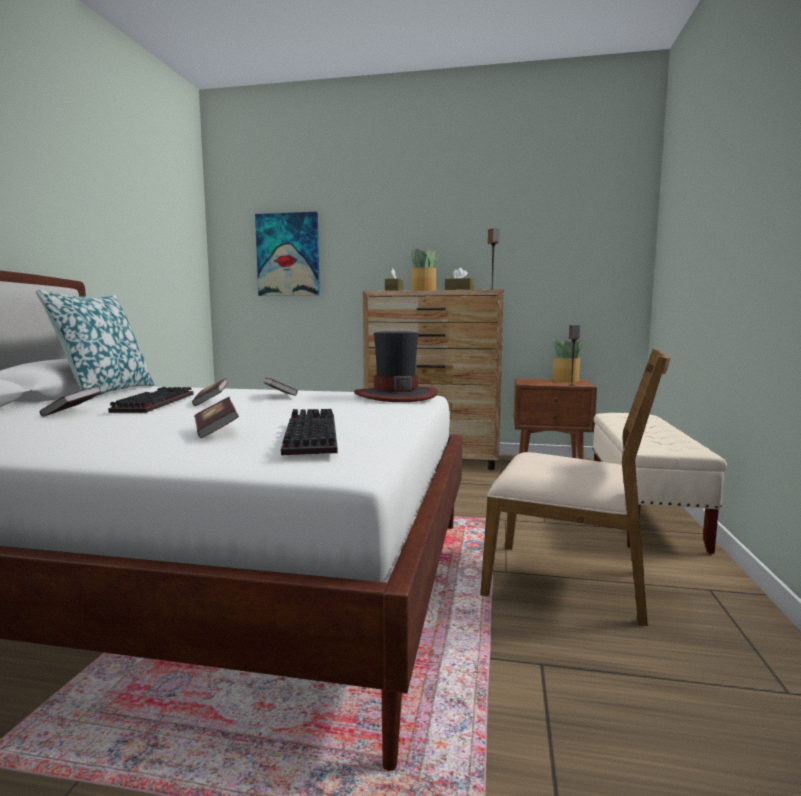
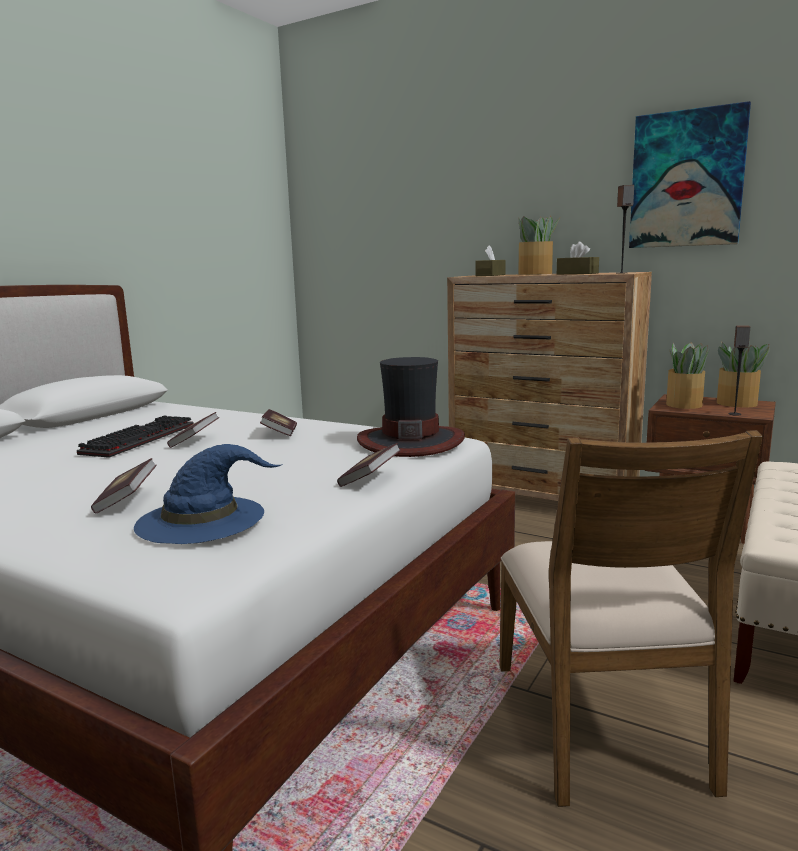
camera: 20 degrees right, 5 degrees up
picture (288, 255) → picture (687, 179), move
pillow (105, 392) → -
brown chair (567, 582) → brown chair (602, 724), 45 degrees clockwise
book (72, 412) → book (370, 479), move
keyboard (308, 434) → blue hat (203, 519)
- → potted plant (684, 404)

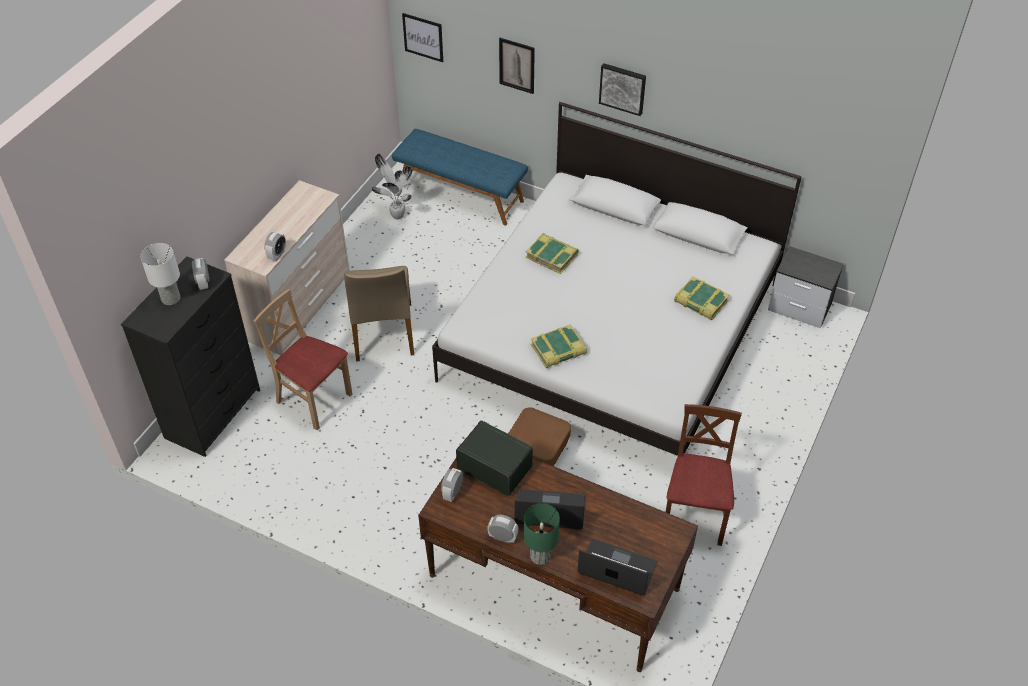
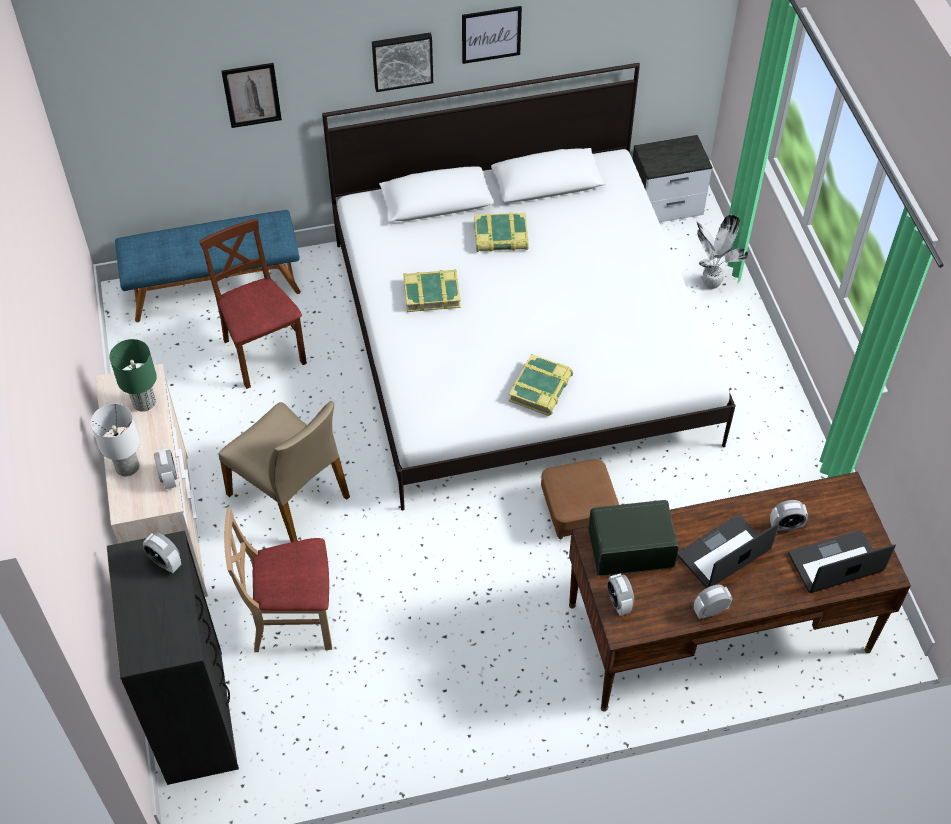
camera: 40 degrees left, 5 degrees up
picture (423, 37) → picture (491, 34), move
potted plant (396, 215) → potted plant (709, 284), move
white table lamp (170, 299) → white table lamp (127, 467), move
book (700, 302) → book (501, 237), move
brown chair (694, 515) → brown chair (263, 353), move
green table lamp (541, 556) → green table lamp (144, 402), move
- → alarm clock (785, 526)

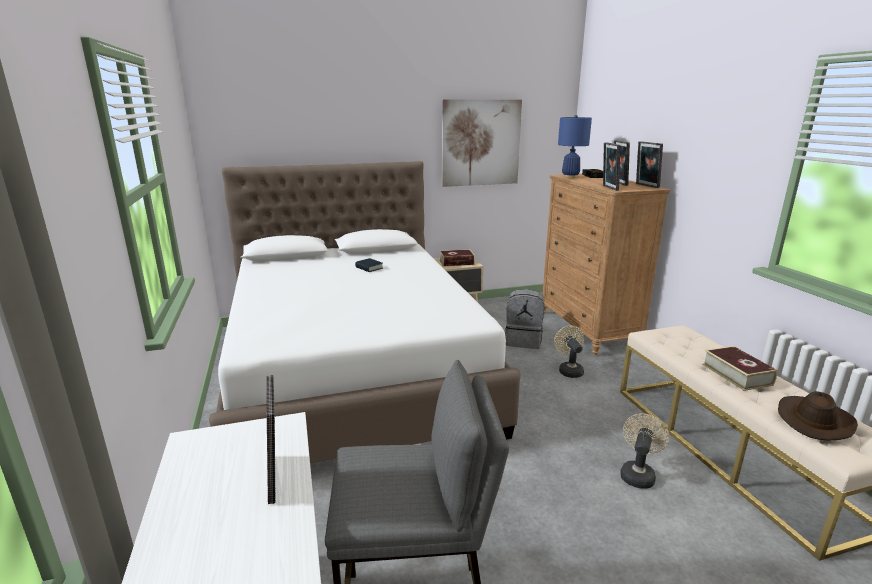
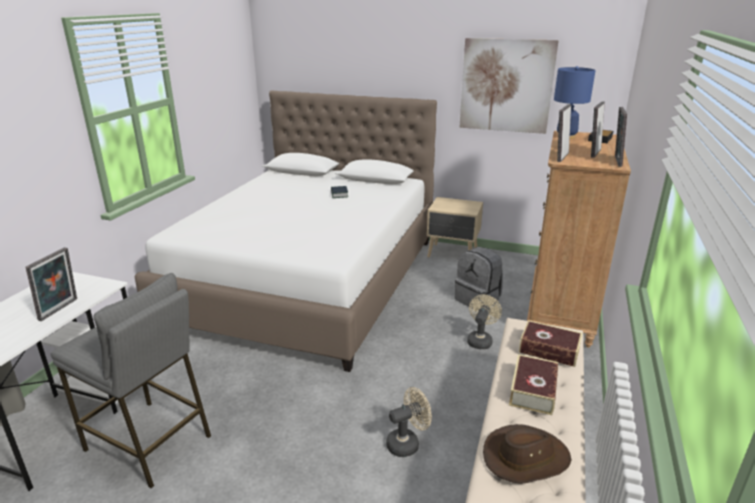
camera: 35 degrees right, 5 degrees up
book (456, 262) → book (549, 349), move

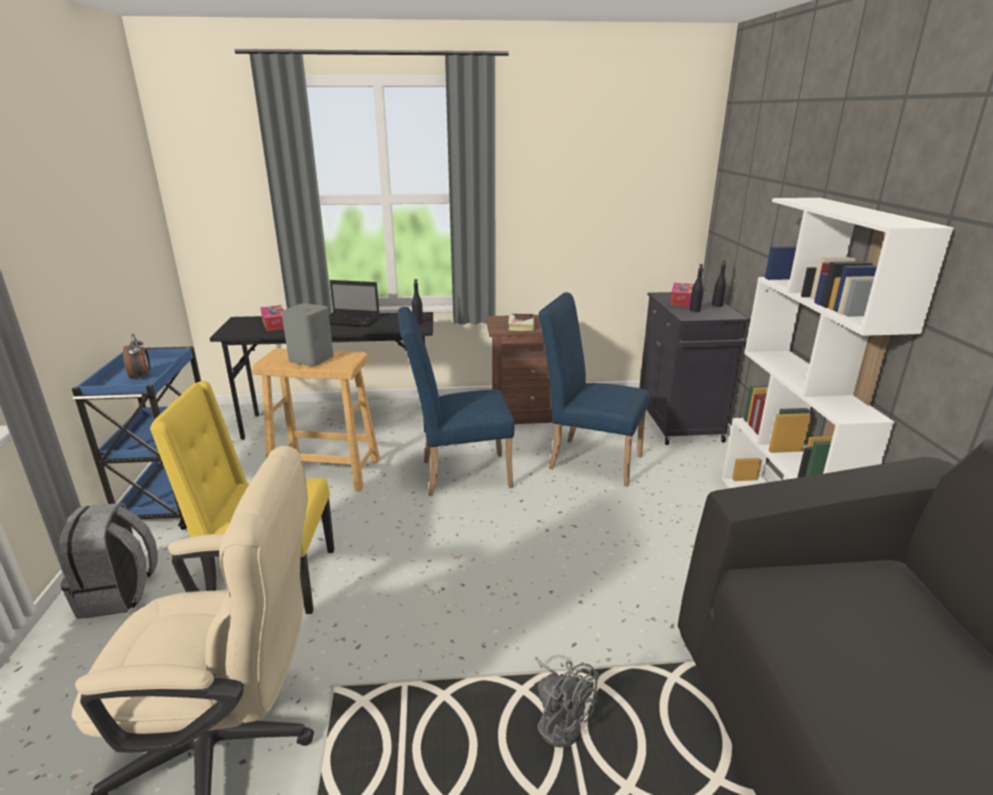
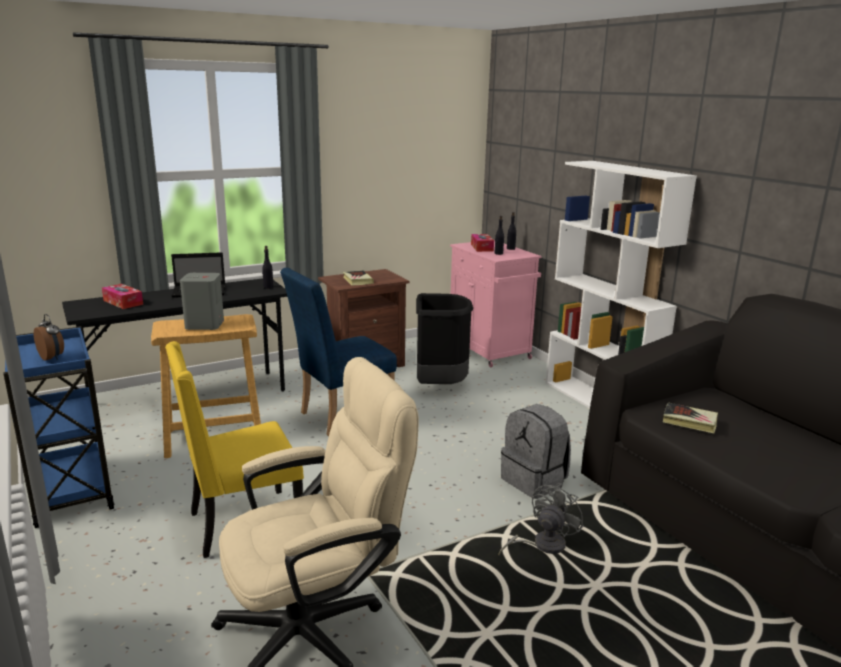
camera: 25 degrees left, 5 degrees down
black cabinet (679, 423) → pink cabinet (490, 351)
blue chair (588, 459) → black trash can (439, 387)
grey backpack (120, 593) → grey backpack (534, 481), move
grey fan (559, 720) → grey fan (542, 545), 75 degrees counterclockwise
- → book (689, 421)

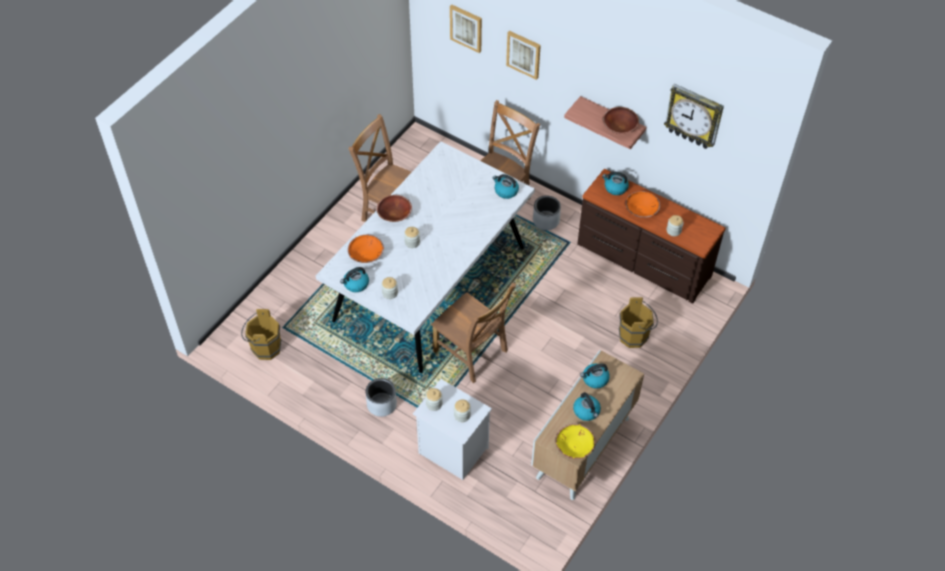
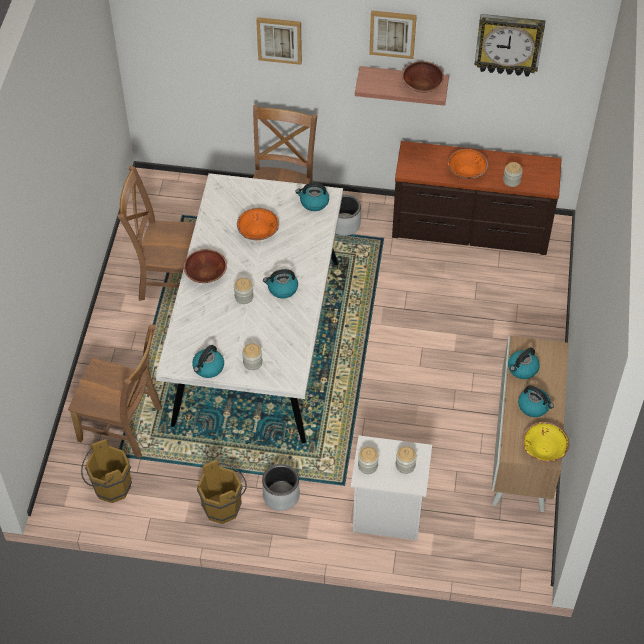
camera: 25 degrees left, 0 degrees up
picture (466, 28) → picture (392, 33), move
kettle (615, 188) → kettle (282, 289), move
orange bowl (366, 255) → orange bowl (258, 232), move
brown chair (472, 353) → brown chair (123, 426), move
brown bucket (635, 336) → brown bucket (225, 506), move

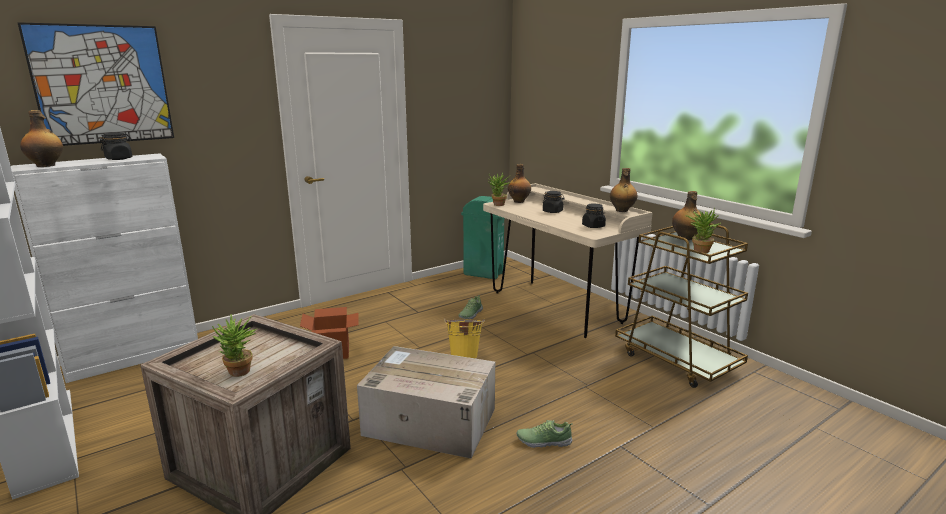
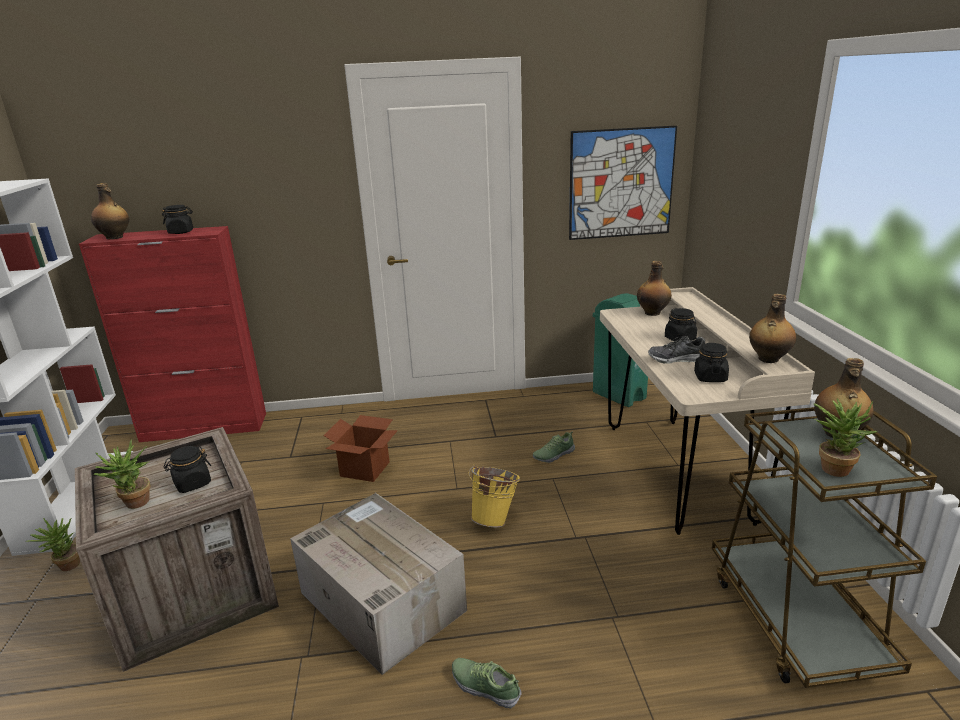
camera: 30 degrees right, 5 degrees up
picture (102, 85) → picture (621, 183), move
white cabinet (135, 357) → red cabinet (205, 427)
potted plant (498, 205) → potted plant (65, 567), move
- → shoe (677, 359)
- → black jar (192, 484)

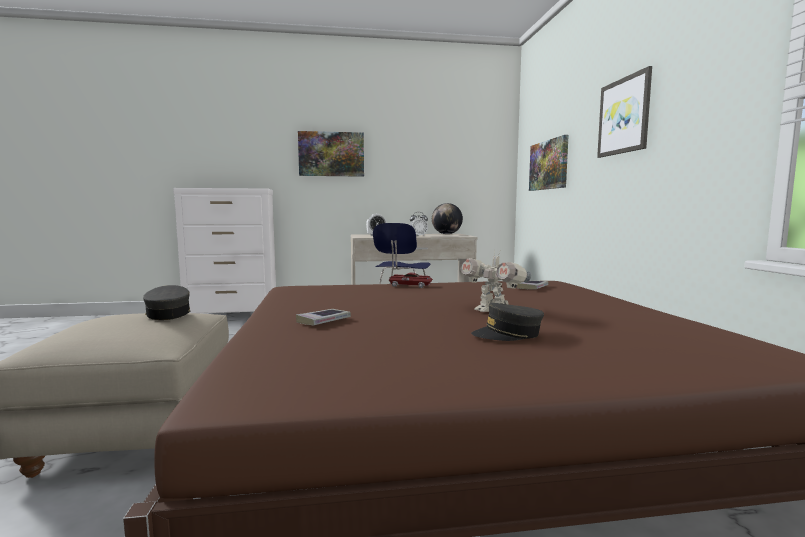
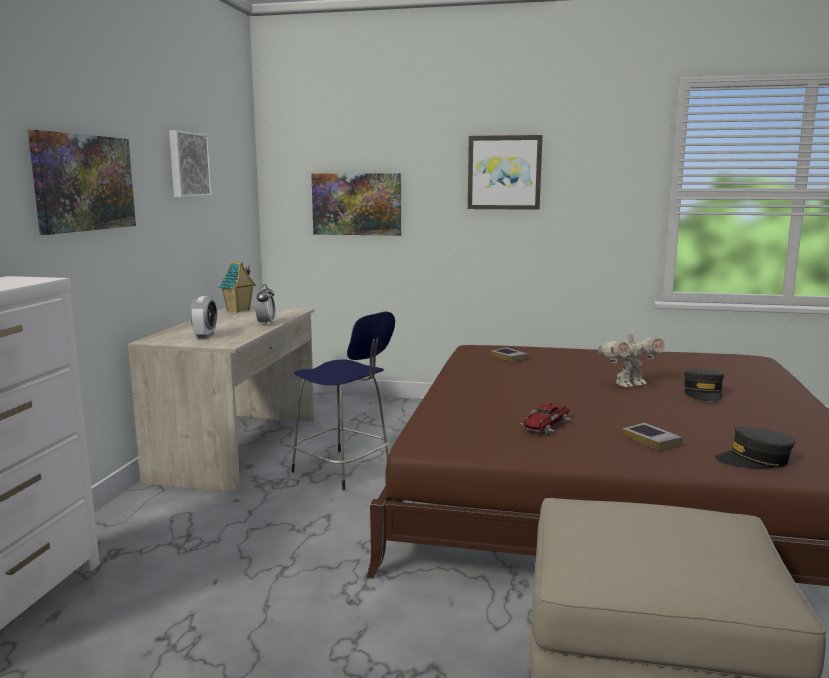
camera: 70 degrees left, 5 degrees up
globe (446, 234) → toy house (238, 310)
toy car (409, 285) → toy car (546, 425), move
grey cap (168, 314) → grey cap (754, 460), move
- → picture (188, 164)

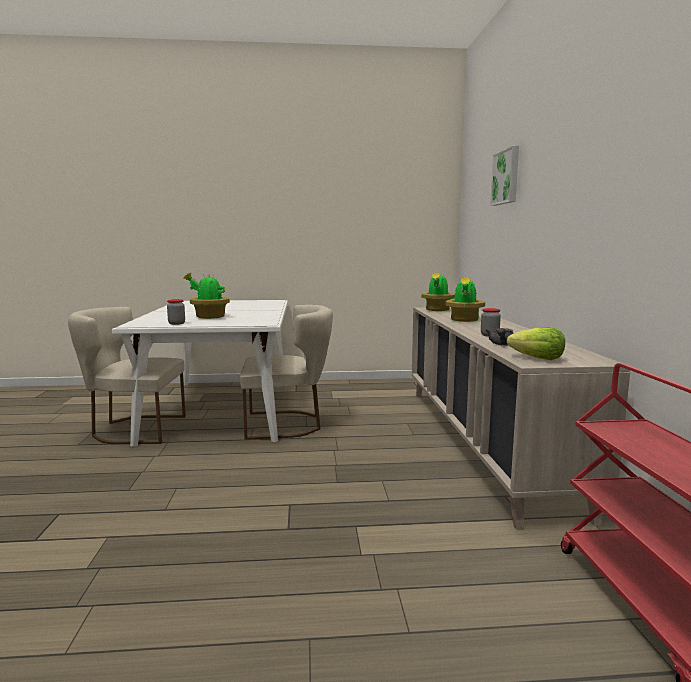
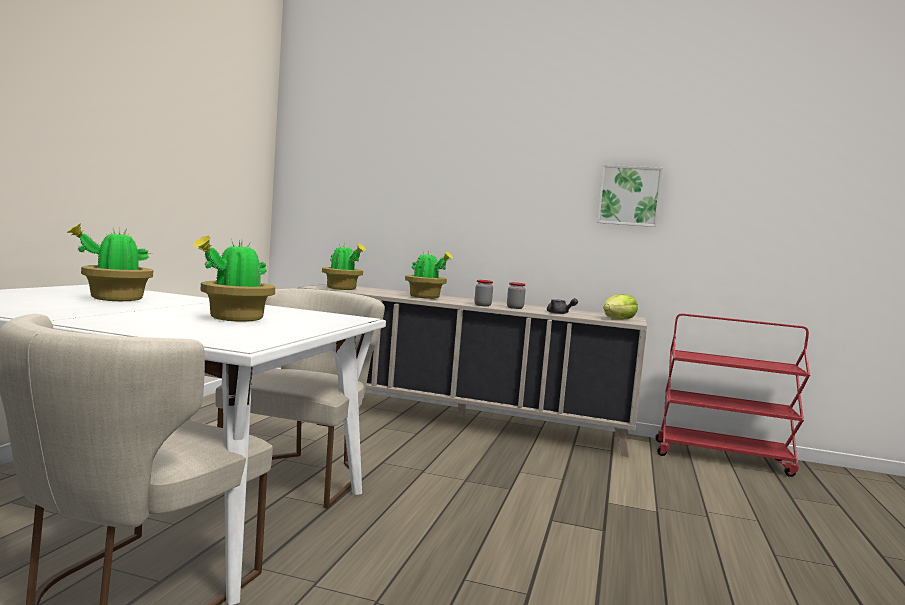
camera: 70 degrees left, 5 degrees down
picture (506, 177) → picture (629, 196), move
jar (176, 323) → jar (482, 305), move
- → potted plant (114, 299)

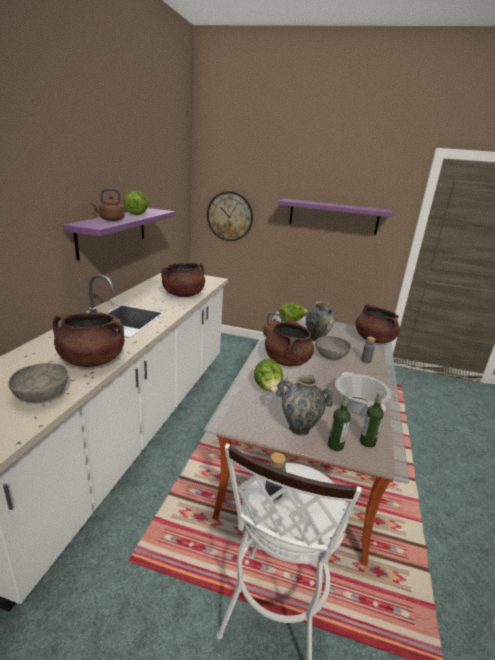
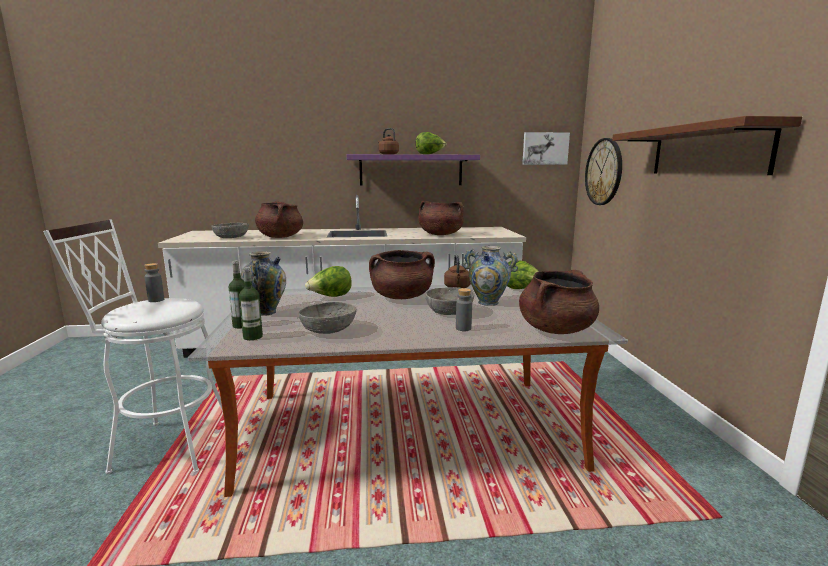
camera: 70 degrees right, 10 degrees down
purple shelf (333, 216) → brown shelf (707, 151)
cooking pot (358, 405) → grey bowl (329, 330)
- → picture (545, 148)

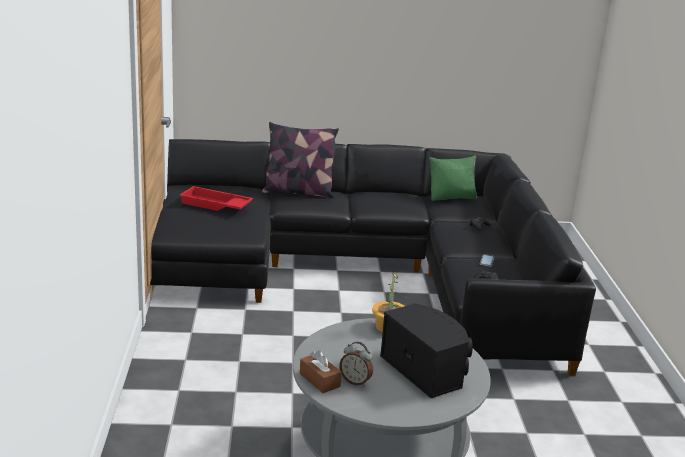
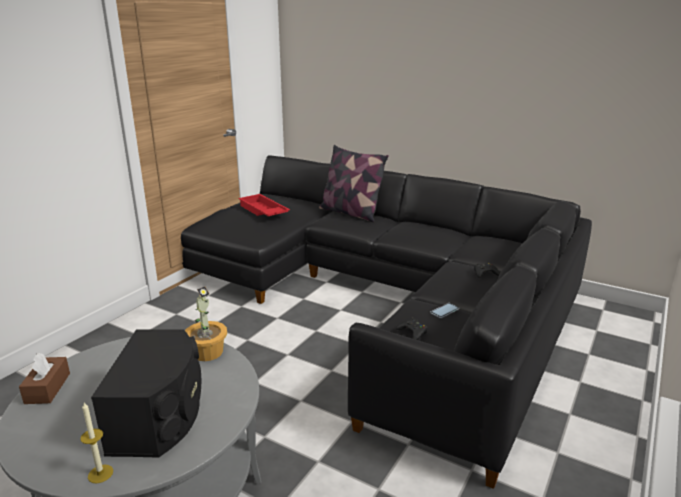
camera: 35 degrees right, 0 degrees up
green pillow (452, 197) → -
alarm clock (355, 381) → -
- → candle (100, 474)

